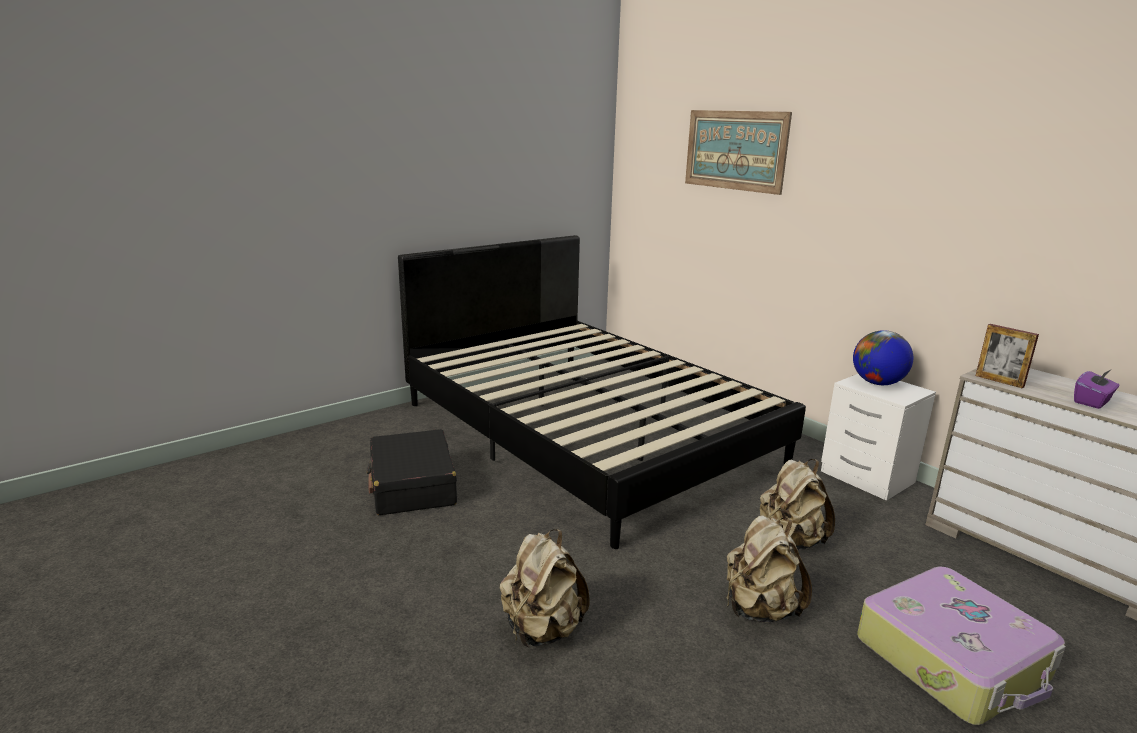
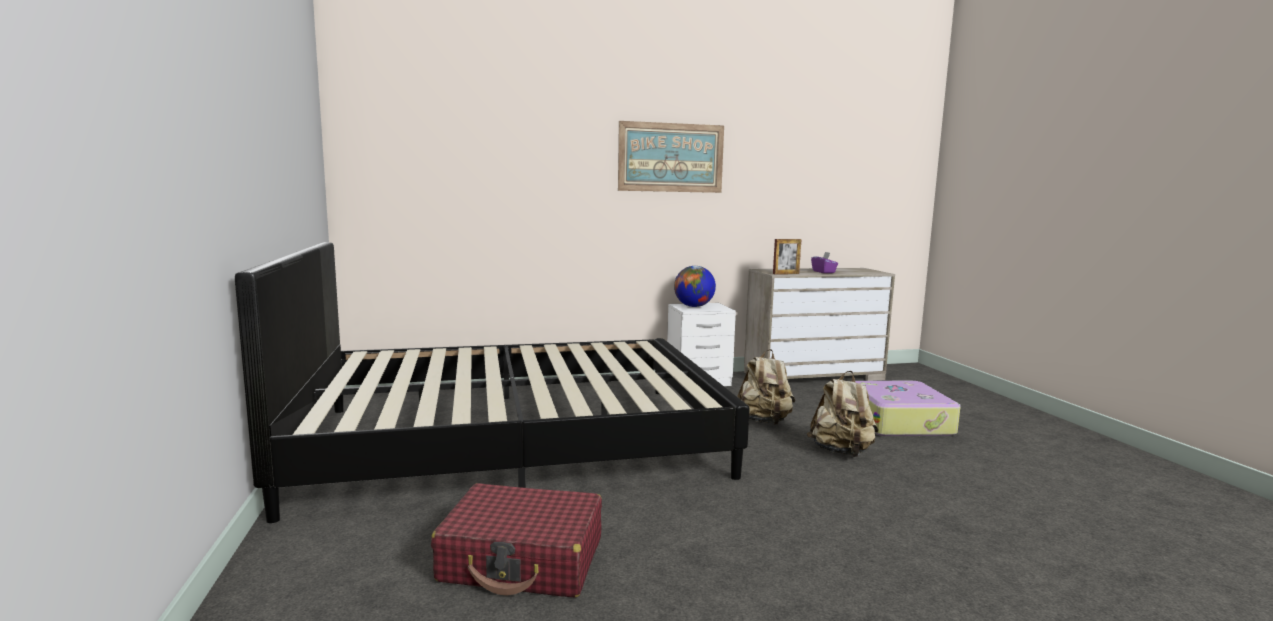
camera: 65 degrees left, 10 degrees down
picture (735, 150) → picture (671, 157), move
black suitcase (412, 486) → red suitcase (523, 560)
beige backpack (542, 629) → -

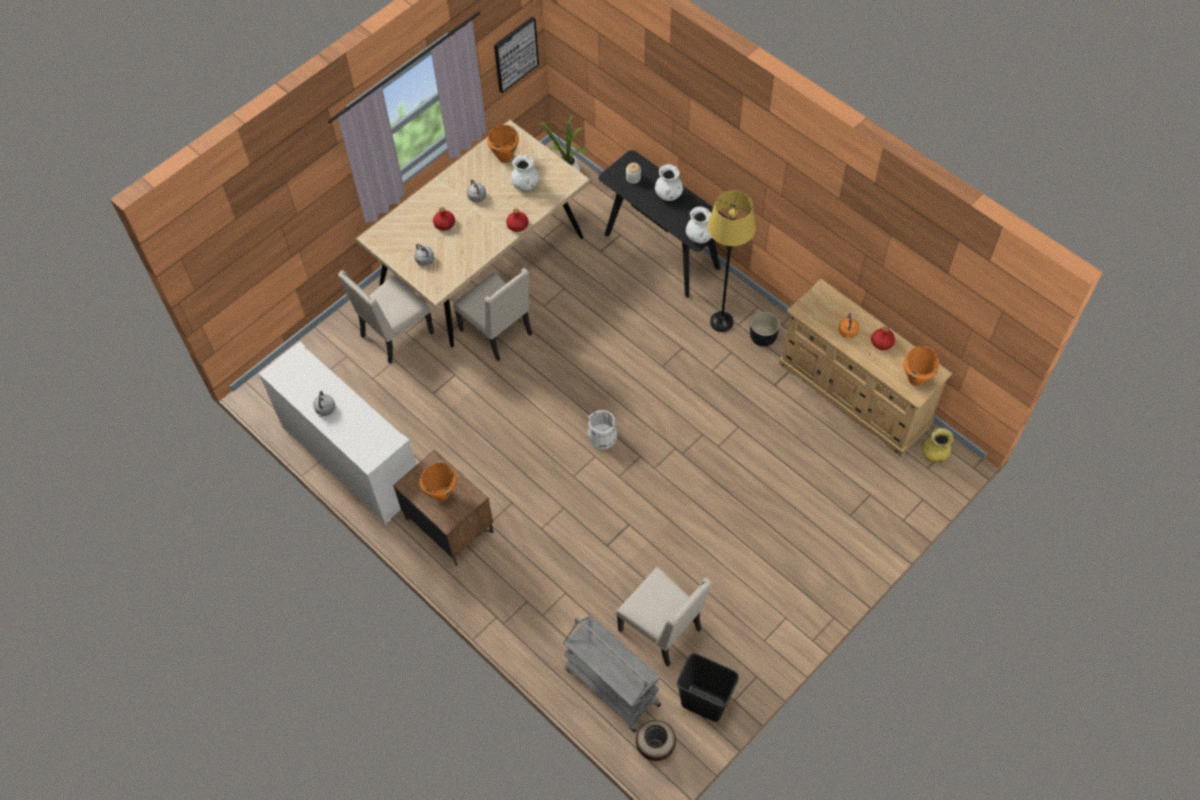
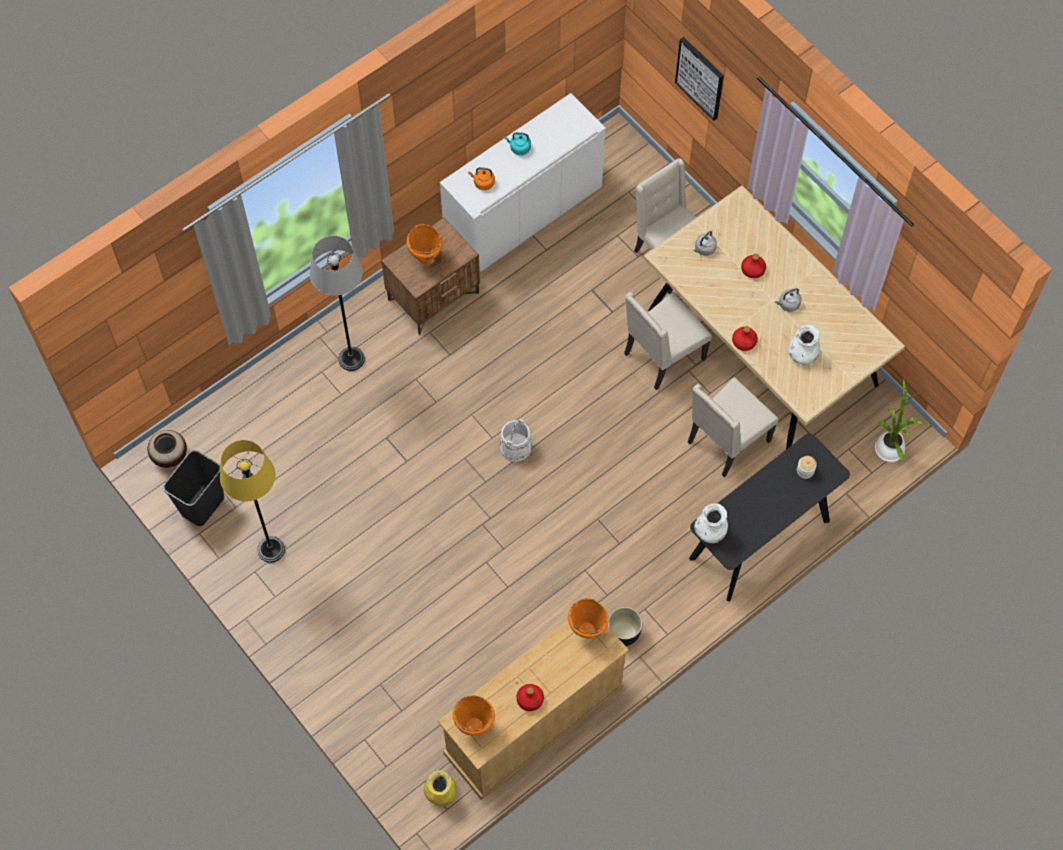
camera: 95 degrees right, 5 degrees up
picture (515, 54) → picture (700, 78), move
orange cooking pot (504, 158) → orange cooking pot (587, 629), move
white vase (668, 194) → -
yellow floor lamp (721, 322) → yellow floor lamp (271, 550), move
orange kettle (847, 332) → orange kettle (483, 183), move
grey kettle (325, 410) → turquoise kettle (519, 148)
beige chair (662, 630) → beige chair (726, 442), move
grey cart (611, 686) → -
- → grey floor lamp (351, 359)

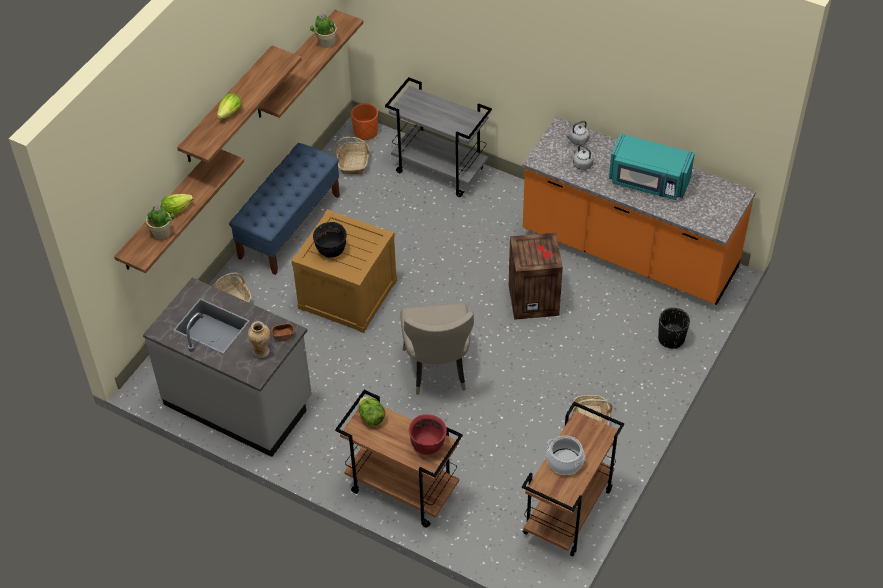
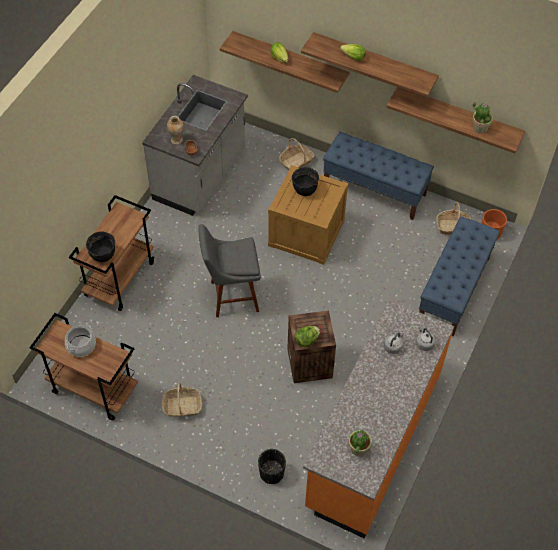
camera: 85 degrees right, 5 degrees up
grey cart (440, 170) → blue bench (454, 289)
turquoise microwave (648, 182) → -
potted plant (161, 233) → potted plant (358, 449), move
beige chair (437, 371) → grey stool (231, 297)
lettuce (371, 417) → lettuce (306, 340), move
red cooking pot (428, 444) → black cooking pot (103, 255)

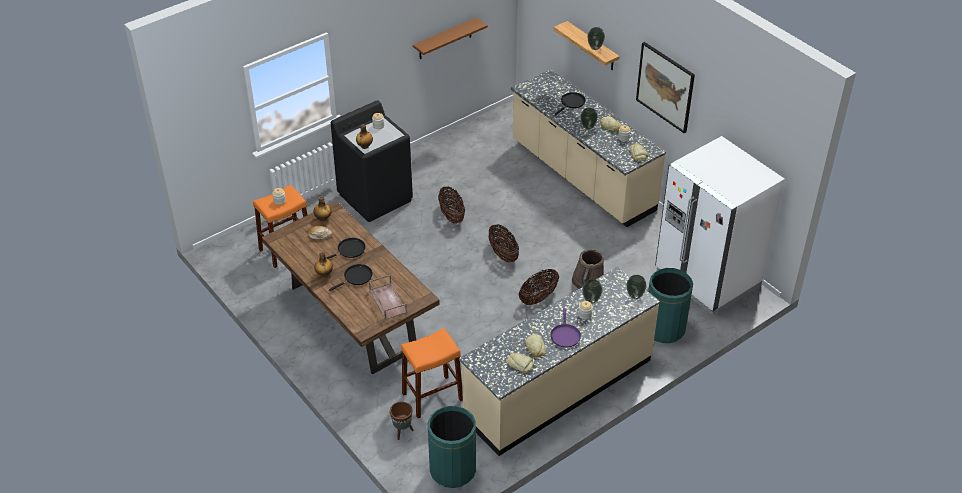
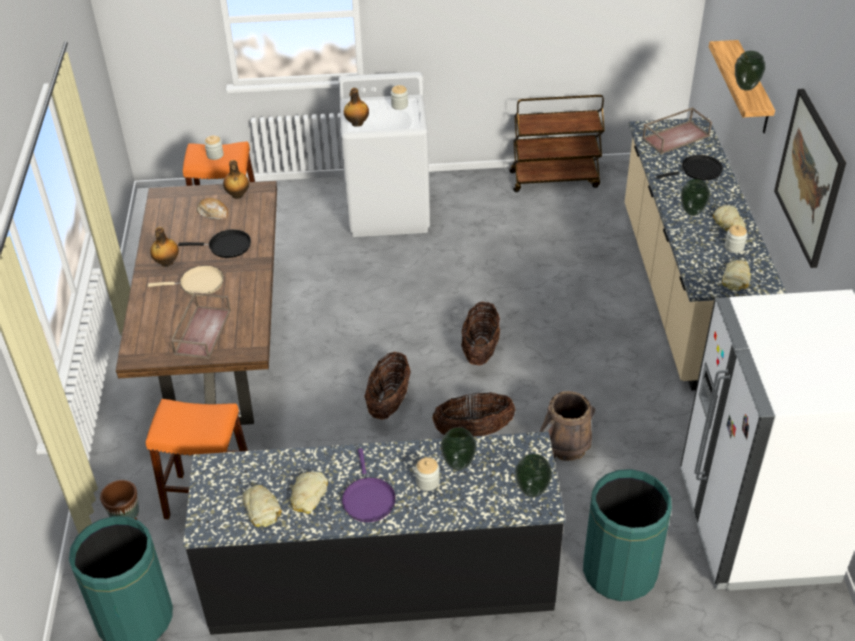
camera: 35 degrees right, 0 degrees up
brown shelf (445, 39) → -
black washing machine (375, 197) → white washing machine (389, 210)
basket (451, 215) → basket (389, 402), move
black frying pan (356, 277) → beige frying pan (198, 284)
beige counter (557, 388) → black counter (381, 578)
purple frying pan (565, 335) → purple frying pan (368, 498), 45 degrees counterclockwise
- → brown cart (555, 179)
- → brown tray (676, 137)

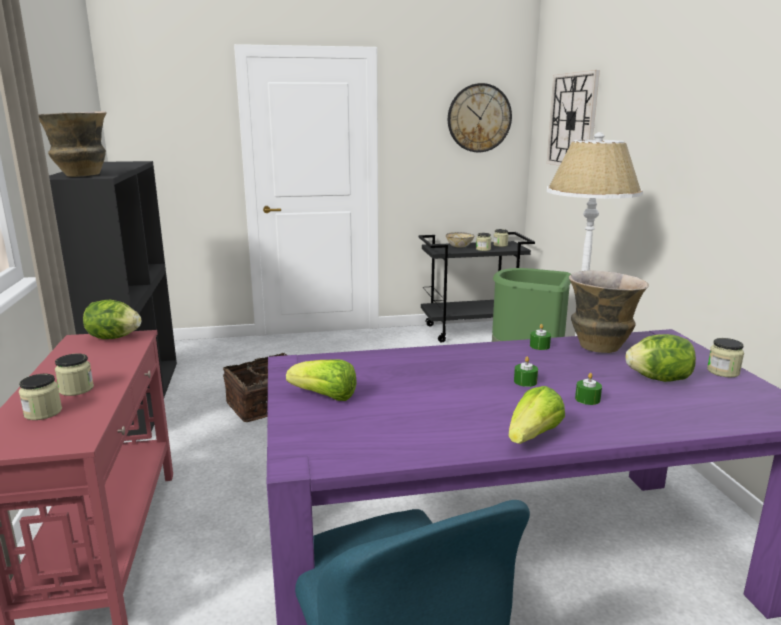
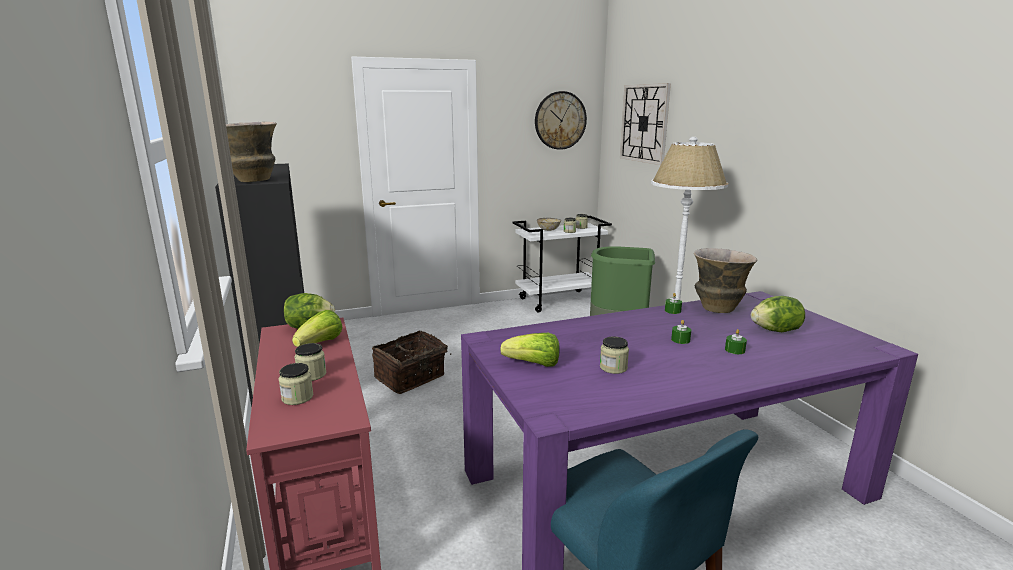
camera: 10 degrees left, 0 degrees up
black cart (472, 331) → white cart (559, 301)
jar (723, 371) → jar (613, 368), move
lettuce (533, 436) → lettuce (320, 344), move

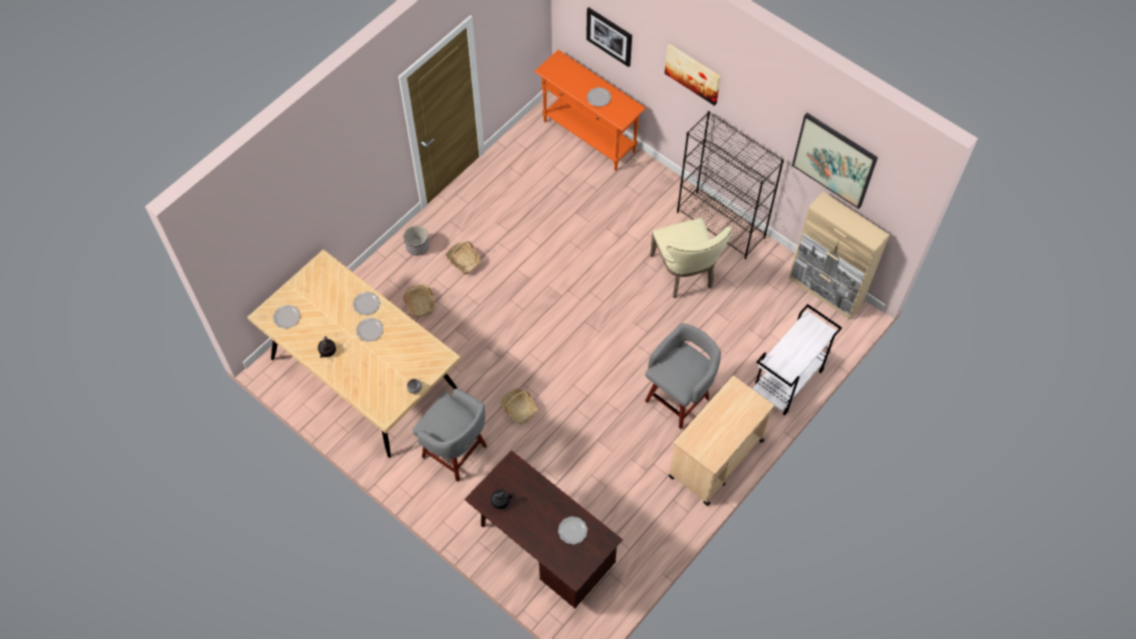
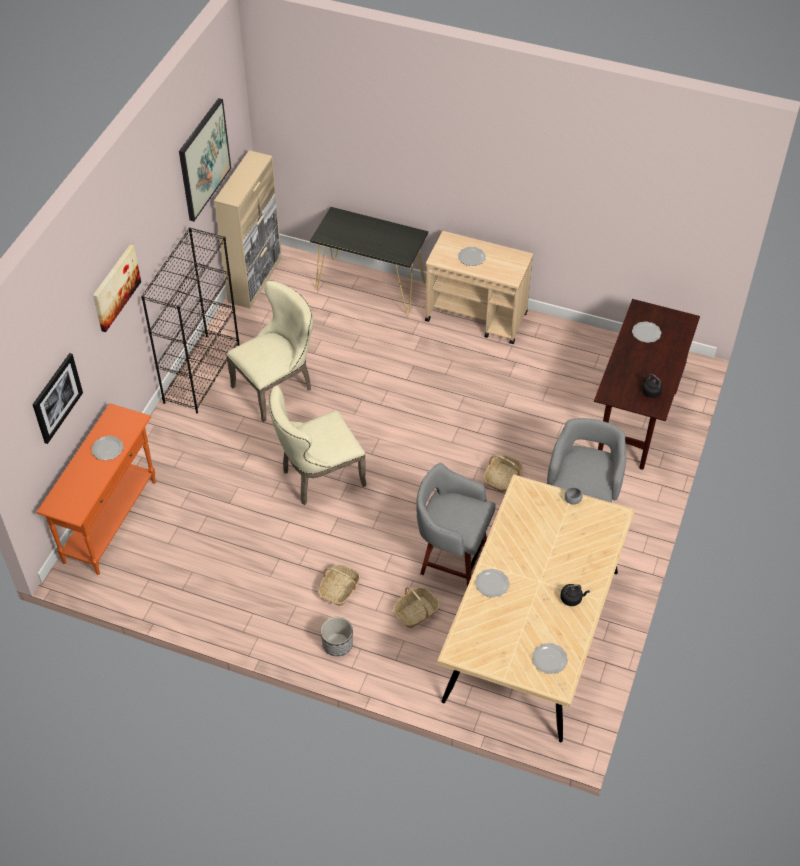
camera: 110 degrees left, 10 degrees down
white cart (787, 382) → black console table (371, 286)
plate (369, 330) → plate (471, 258), move
grey stool (678, 398) → grey stool (451, 560), move
- → beige chair (318, 478)

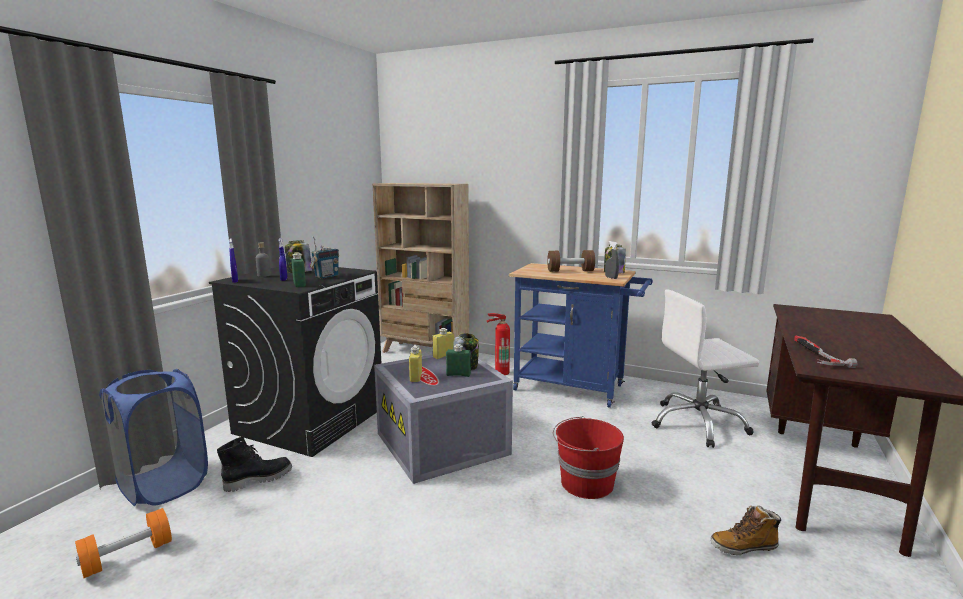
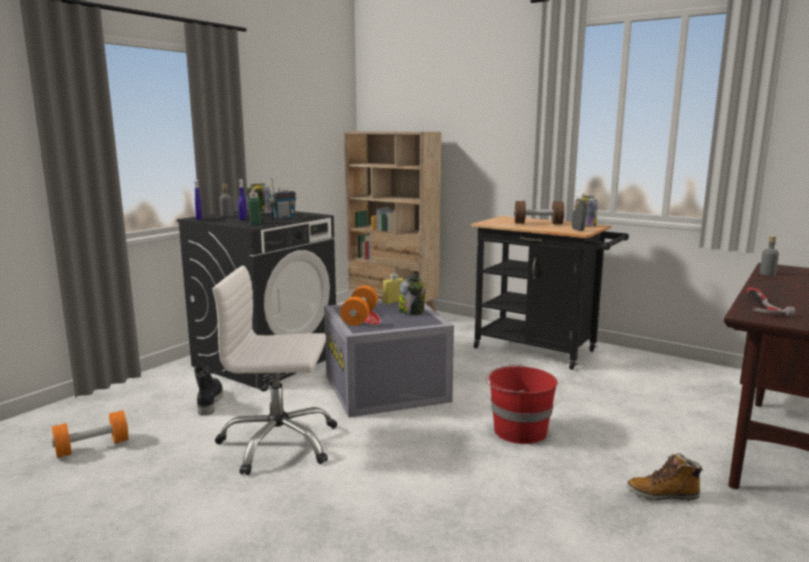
camera: 10 degrees right, 0 degrees up
blue cart (576, 388) → black cart (542, 351)
white office chair (698, 424) → white office chair (278, 443), move
fire extinguisher (500, 372) → -
green bottle (458, 375) → -
yellow bottle (416, 377) → orange dumbbell (360, 317)
blue laundry basket (163, 485) → -
black boot (258, 479) → black boot (209, 402), 75 degrees counterclockwise
- → grey bottle (767, 274)

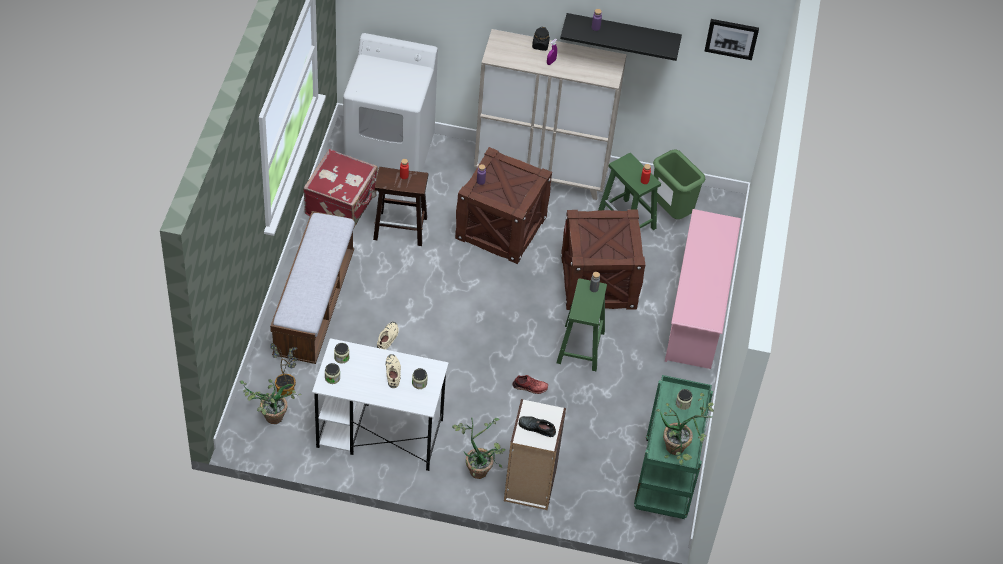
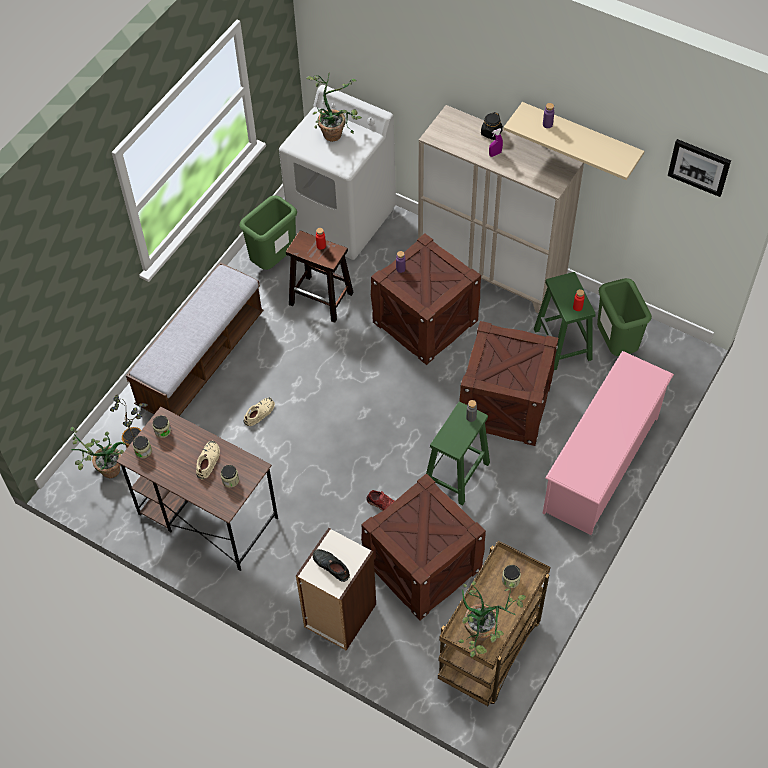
camera: 25 degrees right, 5 degrees up
black shelf (622, 34) → beige shelf (580, 138)
red suitcase (342, 204) → green trash can (273, 260)
white desk (379, 433) → brown desk (206, 515)
green cart (666, 480) → brown cart (490, 652)
potted plant (479, 466) → potted plant (335, 131), move
- → crate (422, 566)

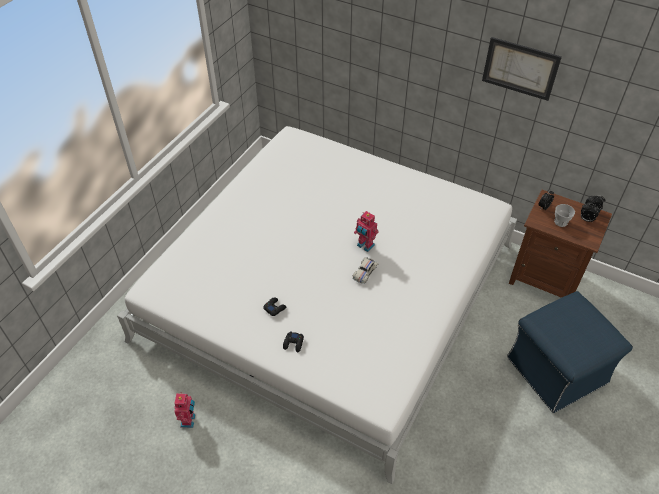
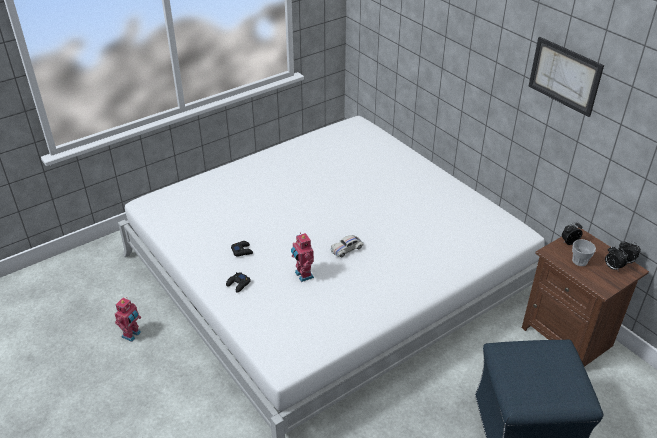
camera: 25 degrees right, 10 degrees down
toy robot (365, 246) → toy robot (303, 275), move

